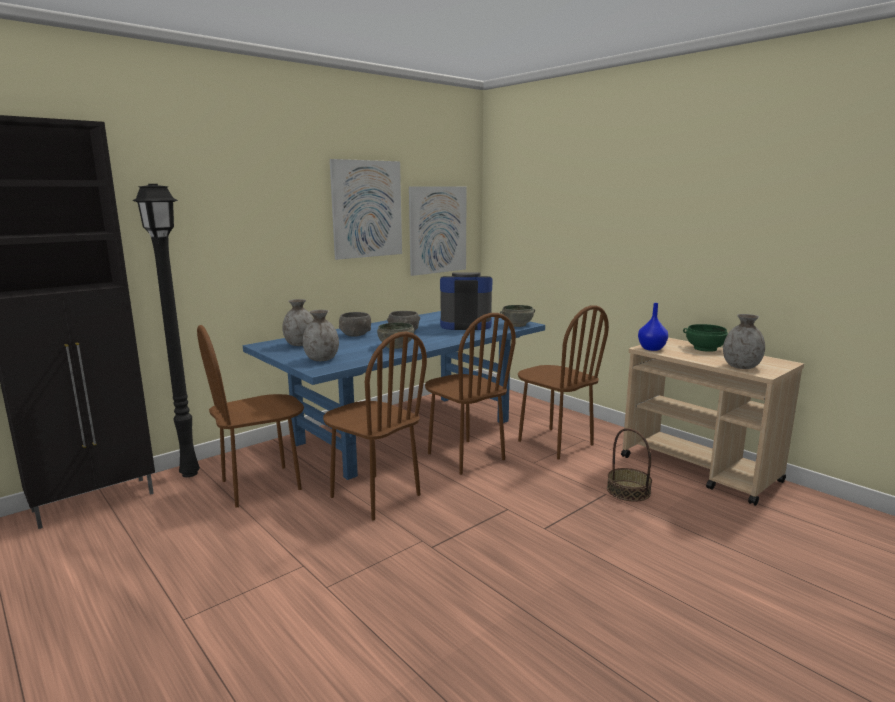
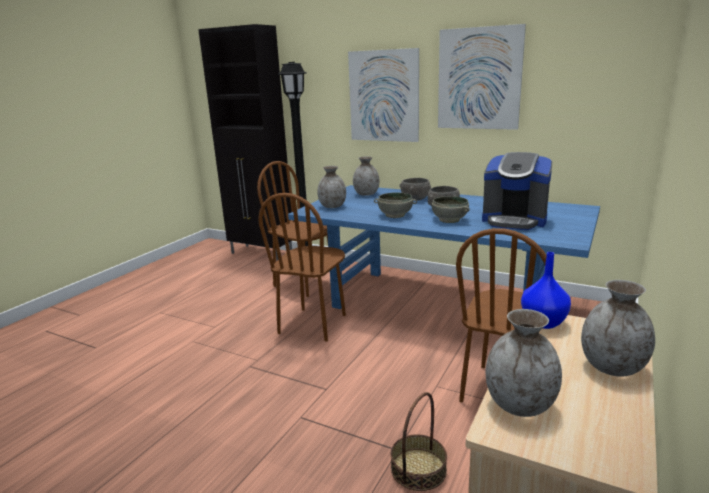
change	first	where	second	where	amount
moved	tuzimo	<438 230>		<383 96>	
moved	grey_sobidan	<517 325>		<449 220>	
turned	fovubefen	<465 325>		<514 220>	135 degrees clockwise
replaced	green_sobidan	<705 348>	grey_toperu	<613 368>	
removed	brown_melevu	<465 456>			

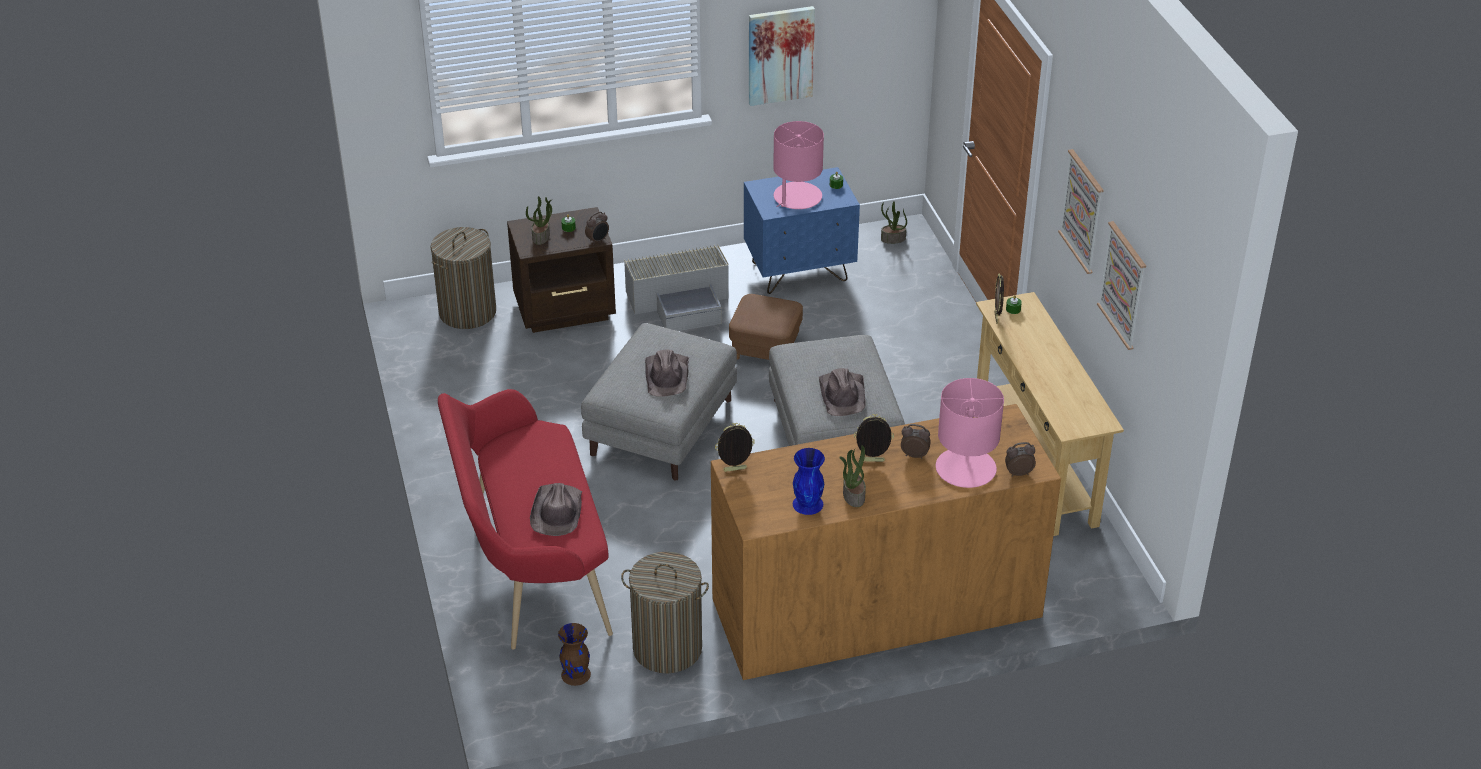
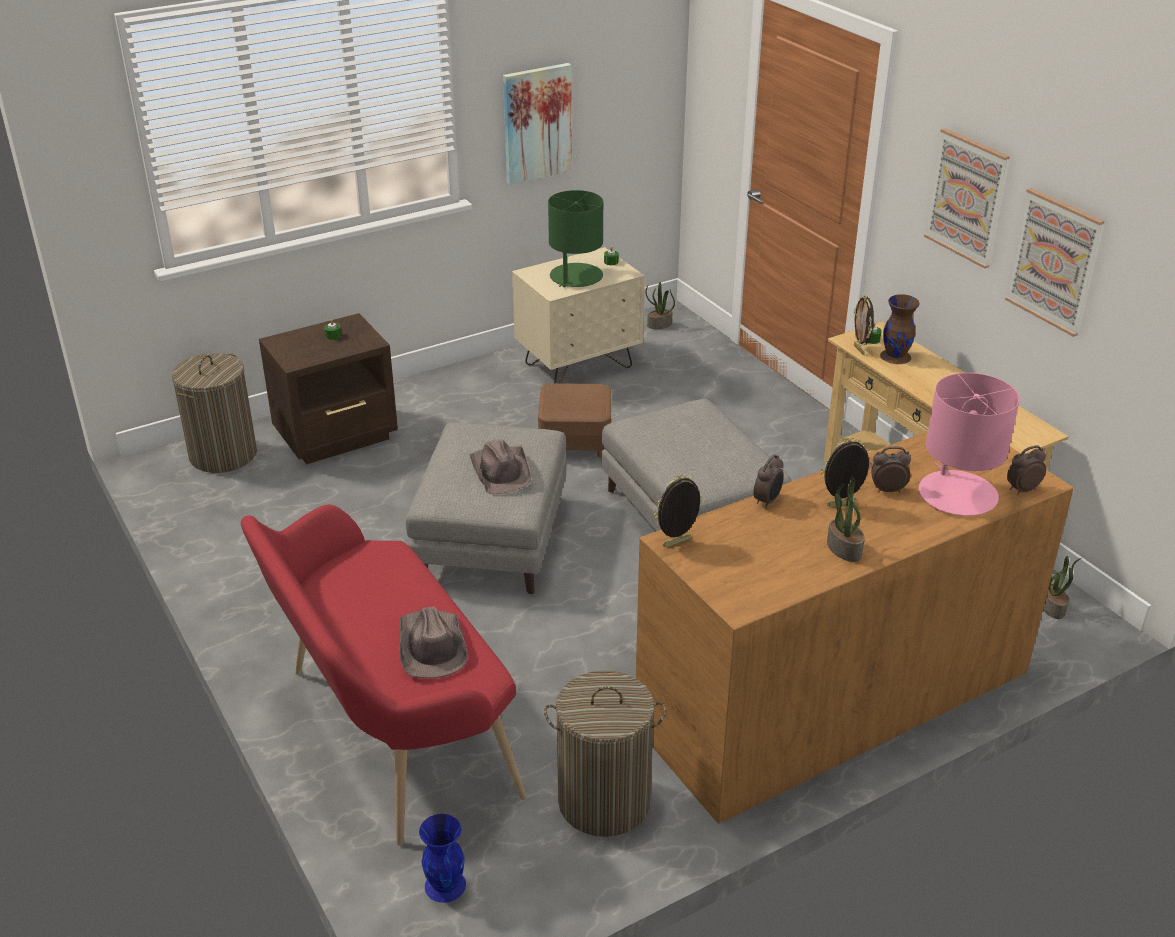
change	first	where	second	where	amount
moved	blue_toperu	<808 504>		<446 885>	
recoloured	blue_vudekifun	<799 272>	beige_vudekifun	<578 366>	
recoloured	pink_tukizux	<797 197>	green_tukizux	<575 277>	
moved	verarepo	<598 240>		<767 501>	
moved	brown_toperu	<576 674>		<896 356>	
moved	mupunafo	<541 237>		<1053 608>	
removed	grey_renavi	<682 301>			
removed	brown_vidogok	<843 394>			

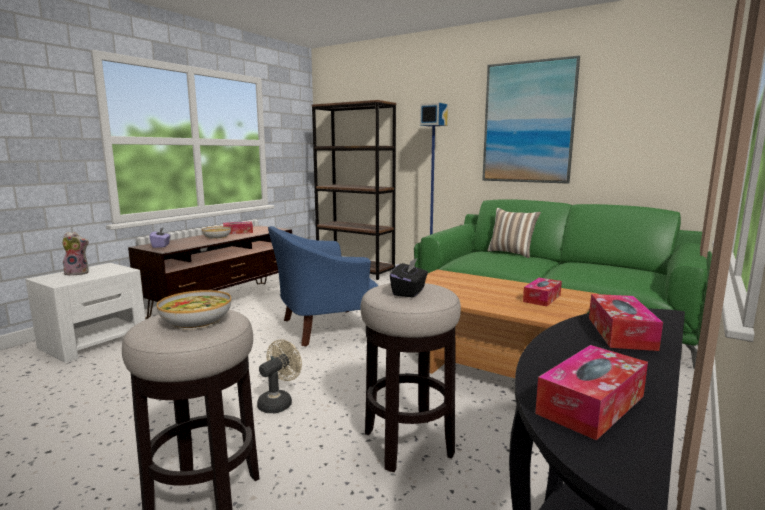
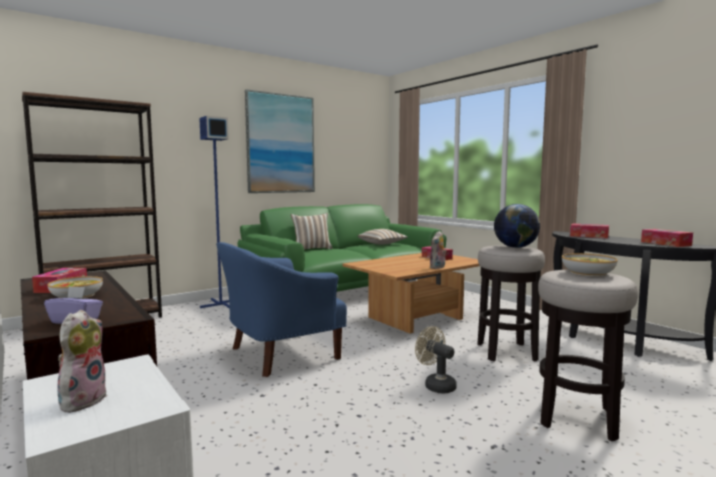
change	first	where	second	where	amount
turned	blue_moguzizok	<322 328>		<279 354>	60 degrees clockwise
added			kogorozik	<382 244>	
added			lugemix	<438 267>	
replaced	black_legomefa	<409 292>	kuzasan	<515 247>	

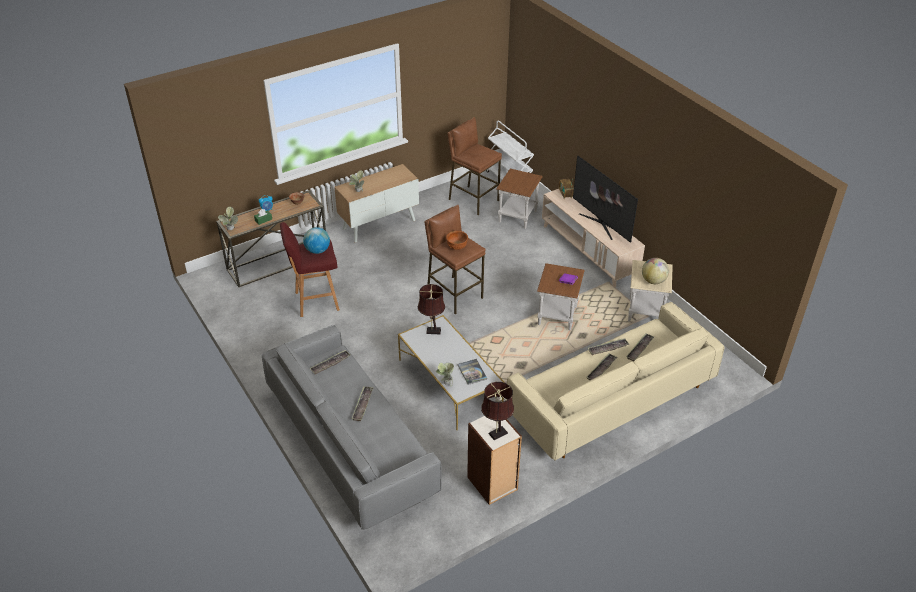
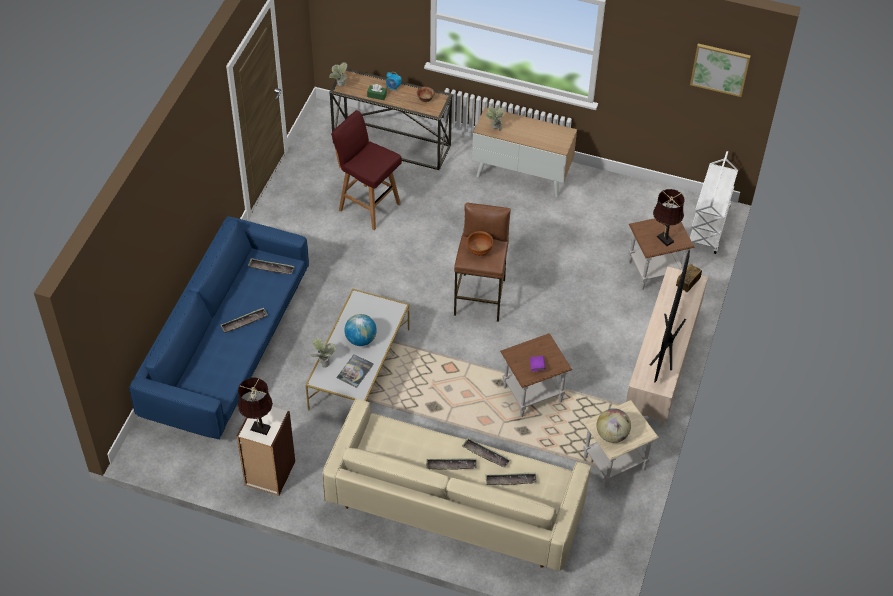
change	first	where	second	where	amount
recoloured	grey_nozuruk	<351 442>	blue_nozuruk	<228 347>	
moved	kuzasan	<317 251>		<360 339>	
moved	brown_tukizux	<432 331>		<664 238>	
added			tuzimo	<720 69>	
removed	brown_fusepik	<473 200>			

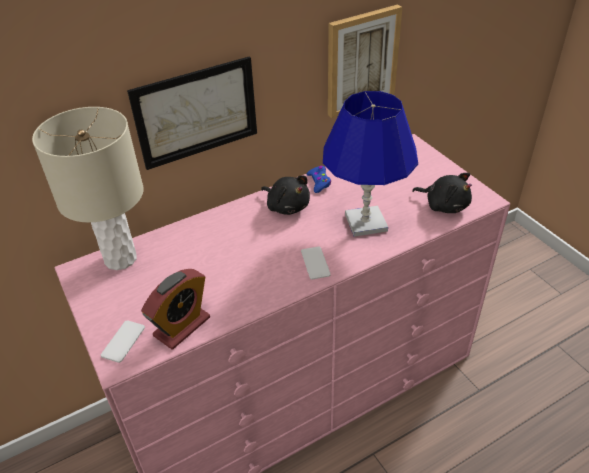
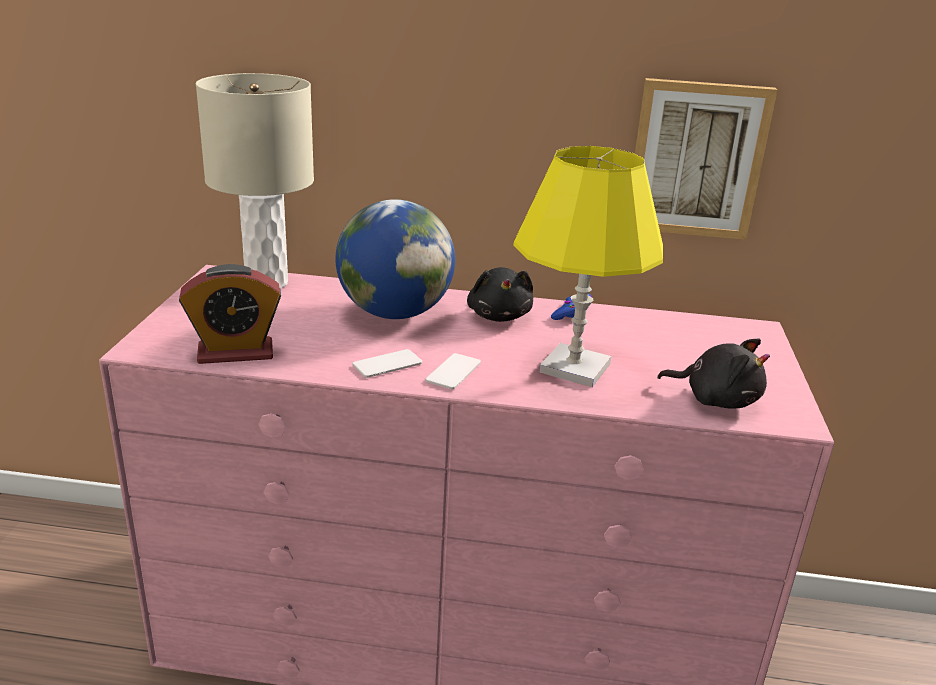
change	first	where	second	where	amount
added			kuzasan	<394 313>	
moved	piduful	<123 341>		<387 364>	
recoloured	blue_tukizux	<365 223>	yellow_tukizux	<574 368>	
turned	black_lugemix	<444 205>		<716 399>	45 degrees counterclockwise
removed	tuzimo	<196 112>			

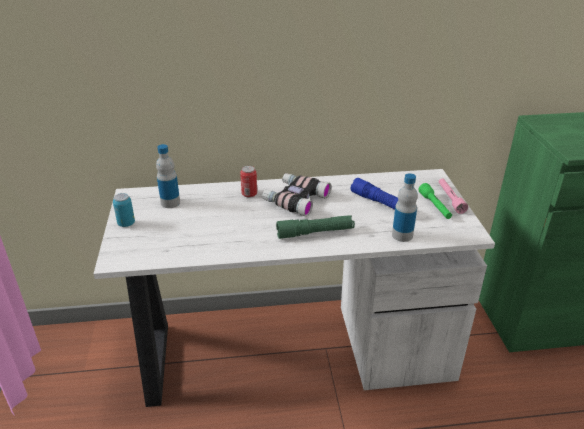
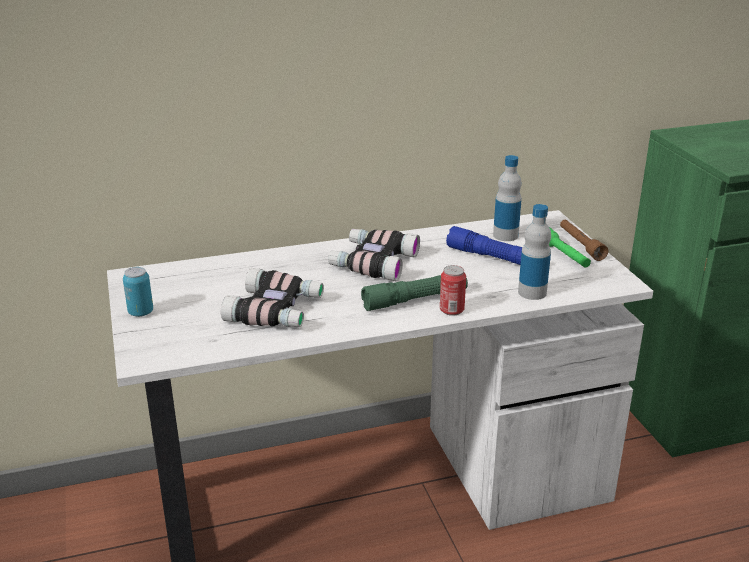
change	first	where	second	where	amount
added			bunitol	<276 310>	
moved	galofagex	<249 194>		<451 310>	
moved	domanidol	<170 203>		<505 235>	
recoloured	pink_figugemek	<450 199>	brown_figugemek	<580 245>	

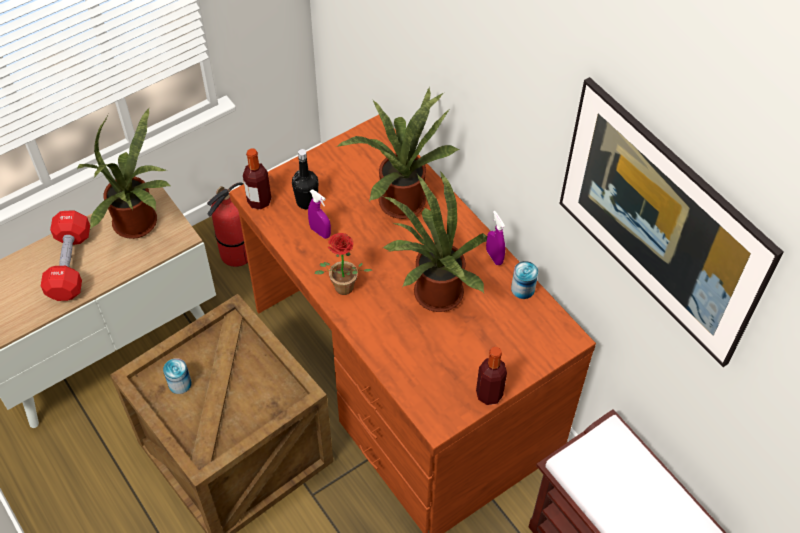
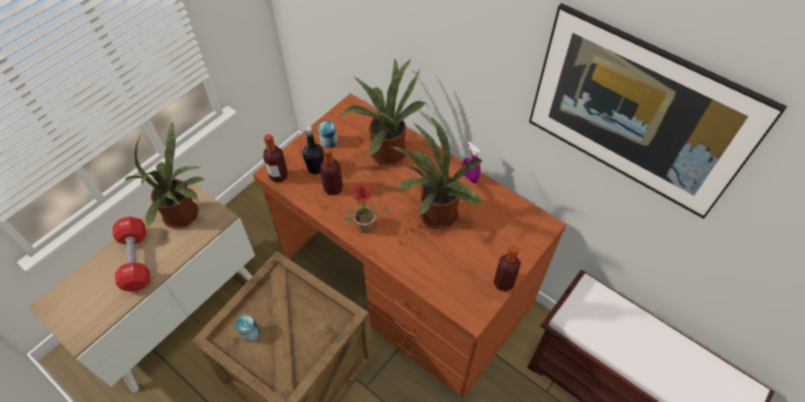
change	first	where	second	where	amount
moved	galofagex	<523 289>		<329 142>	
replaced	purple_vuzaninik	<320 232>	domanidol	<333 189>	
removed	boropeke	<237 254>			

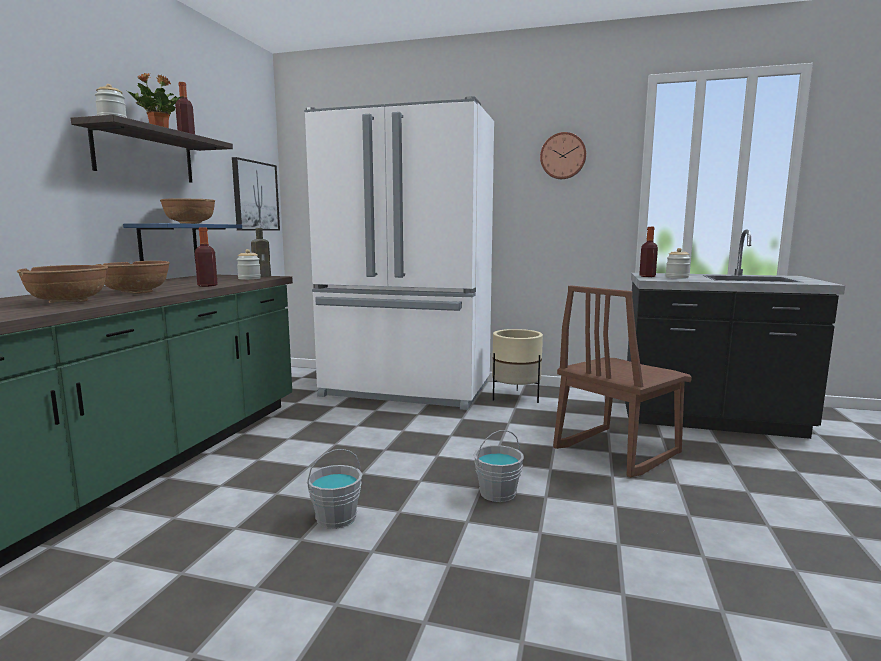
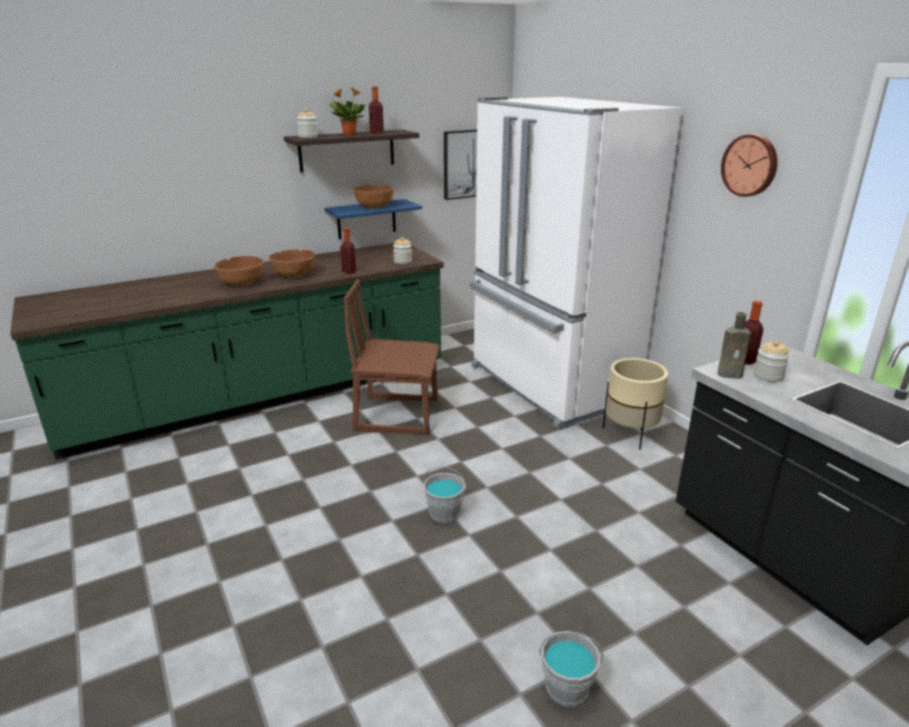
change	first	where	second	where	amount
moved	brown_melevu	<615 451>		<397 414>	
moved	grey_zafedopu	<336 517>		<567 687>	
moved	brown_domanidol	<263 276>		<731 375>	

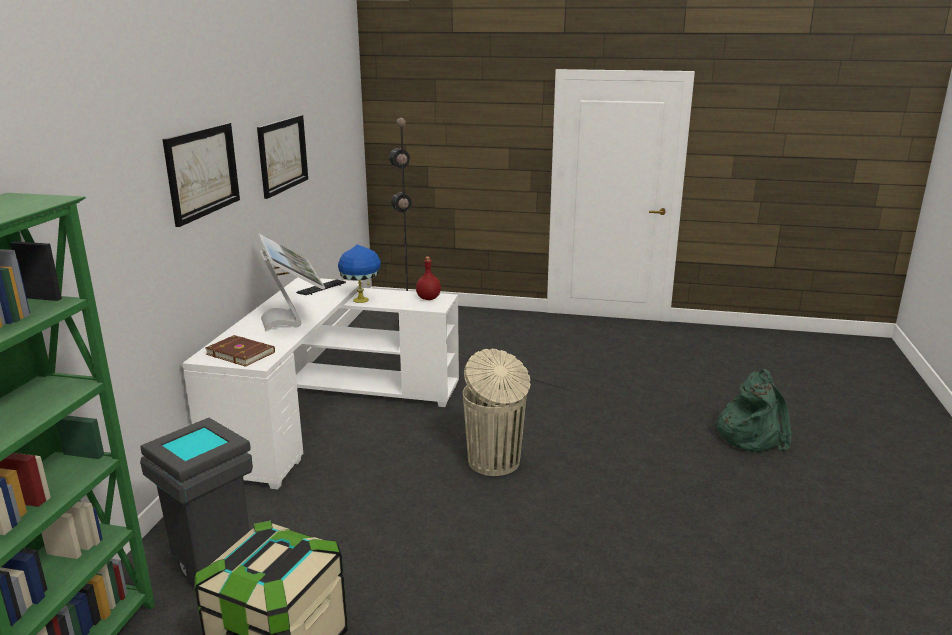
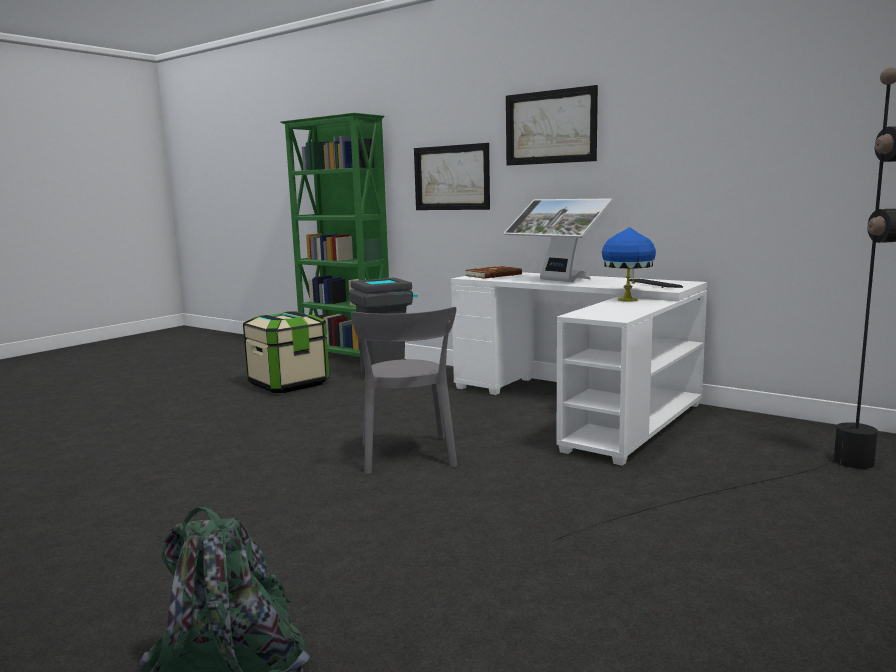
change	first	where	second	where	amount
replaced	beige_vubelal	<495 462>	grey_melevu	<407 456>	
moved	tuzimo	<282 155>		<452 178>	
turned	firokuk	<293 320>		<557 281>	45 degrees clockwise
removed	red_domanidol	<428 298>			

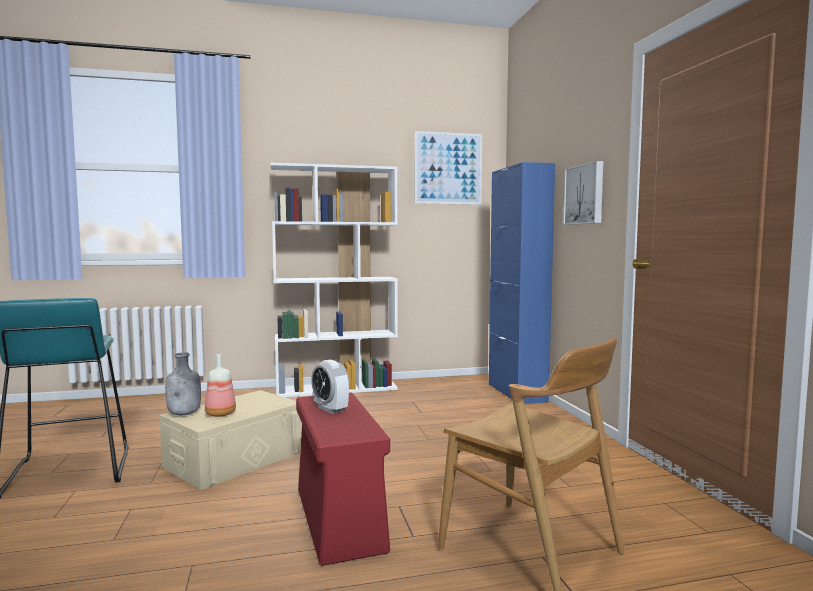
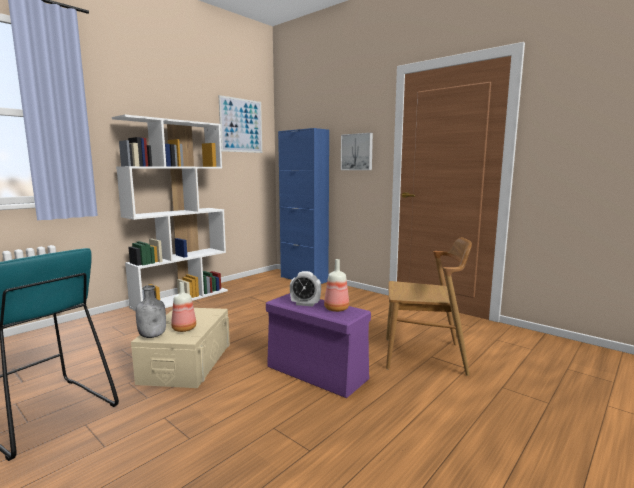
change	first	where	second	where	amount
recoloured	red_renavi	<340 519>	purple_renavi	<318 373>	
added			domanidol	<336 309>	

